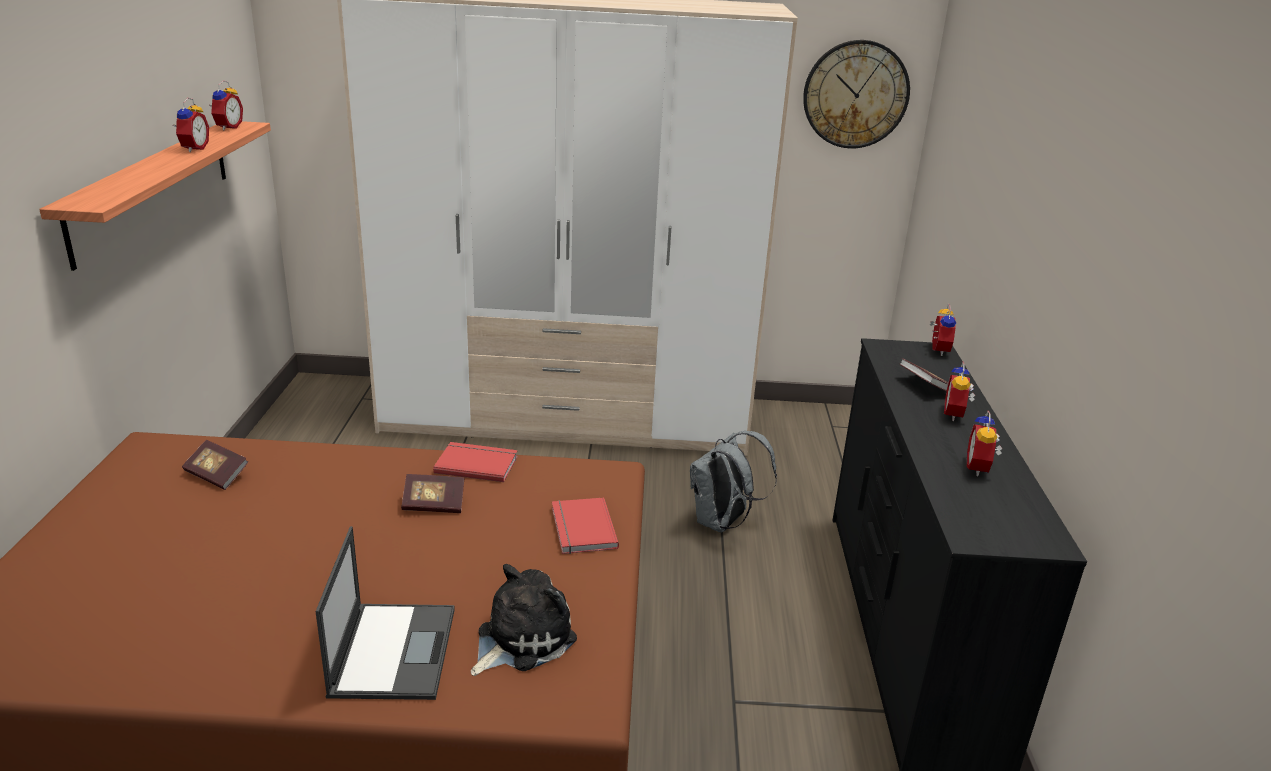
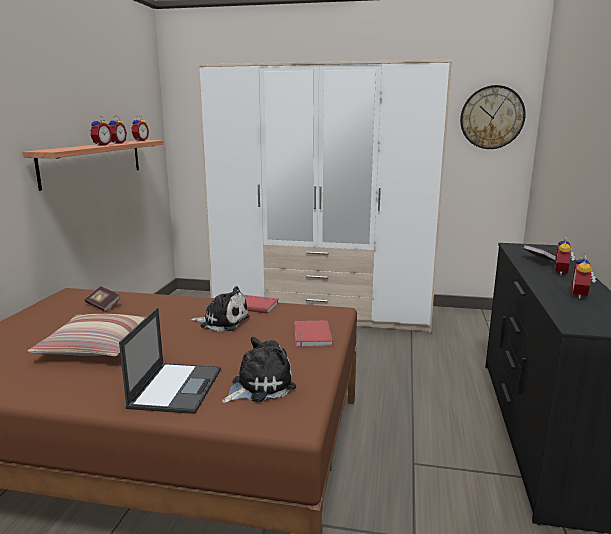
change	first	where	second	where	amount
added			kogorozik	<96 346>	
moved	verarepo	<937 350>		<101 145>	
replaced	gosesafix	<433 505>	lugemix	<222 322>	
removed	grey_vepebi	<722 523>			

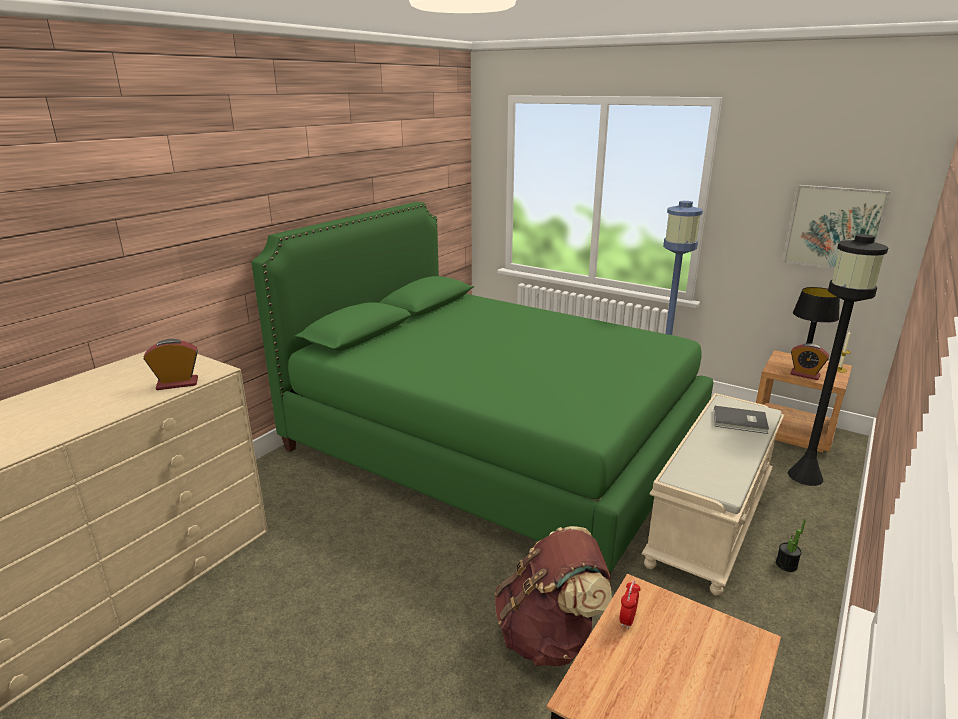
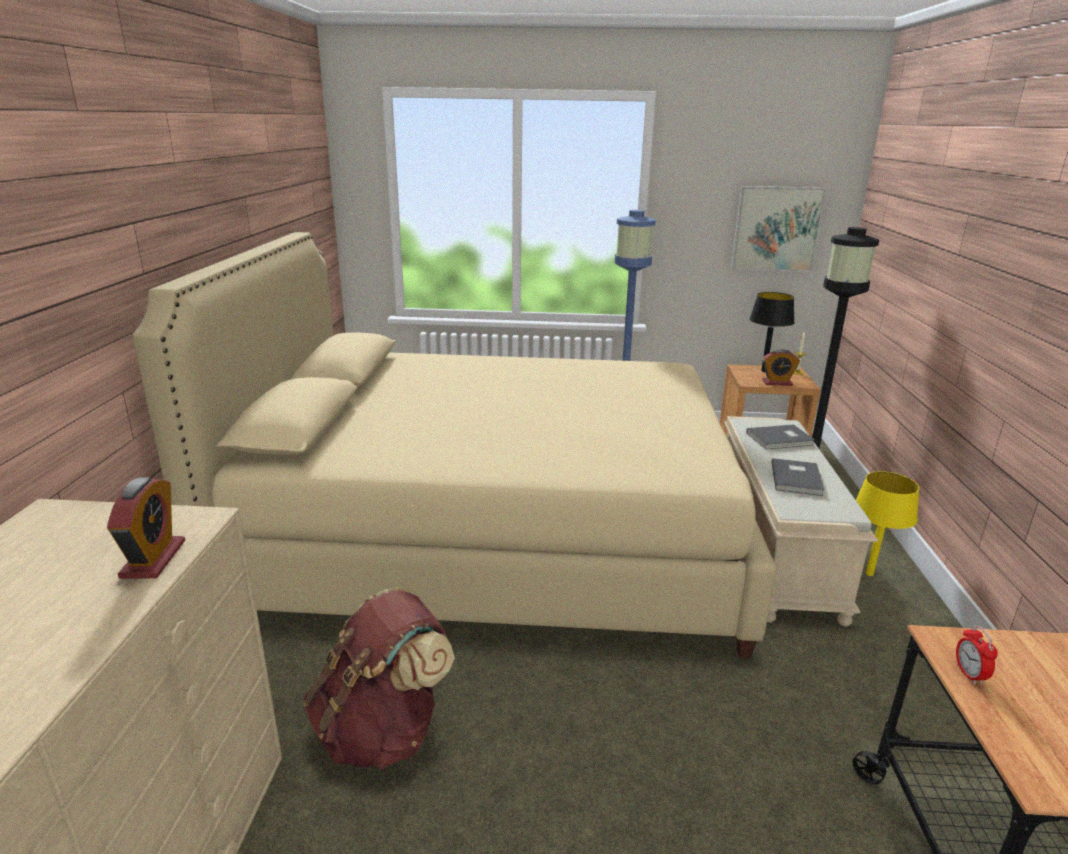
change	first	where	second	where	amount
turned	verarepo	<177 384>		<153 559>	135 degrees clockwise
recoloured	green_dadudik	<494 445>	beige_dadudik	<494 537>	
moved	brown_vepebi	<549 636>		<383 731>	
added			grey_gosesafix	<797 478>	
replaced	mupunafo	<786 565>	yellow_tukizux	<869 574>	

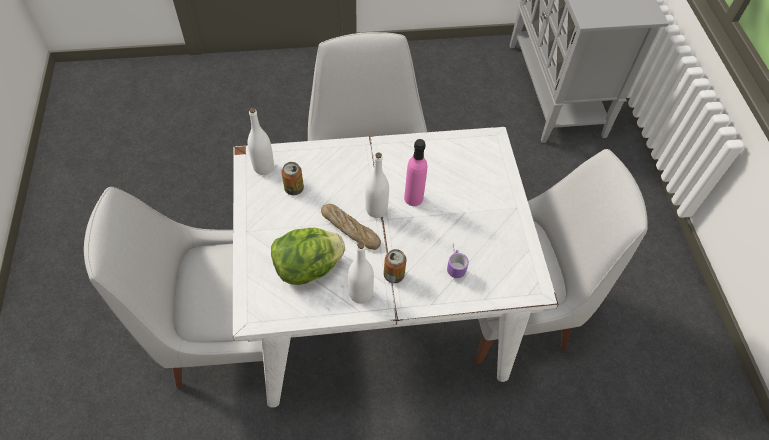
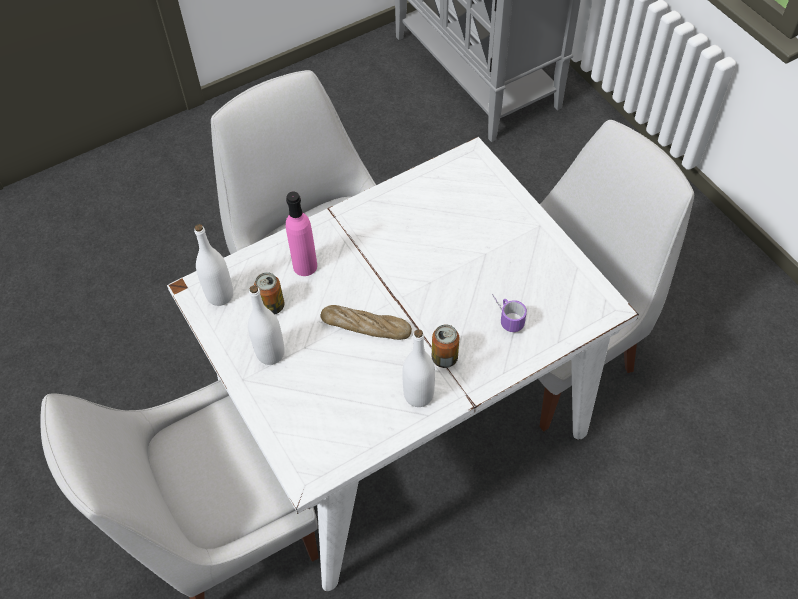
change	first	where	second	where	amount
moved	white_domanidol	<376 210>		<270 353>	
moved	pink_domanidol	<413 198>		<305 266>	
removed	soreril	<307 267>			

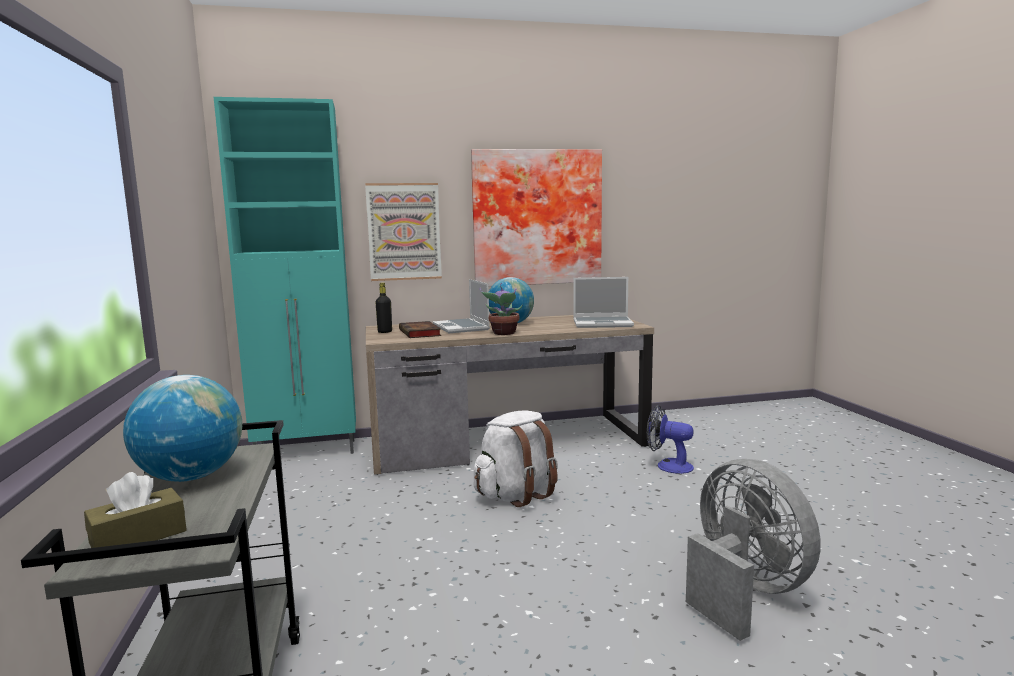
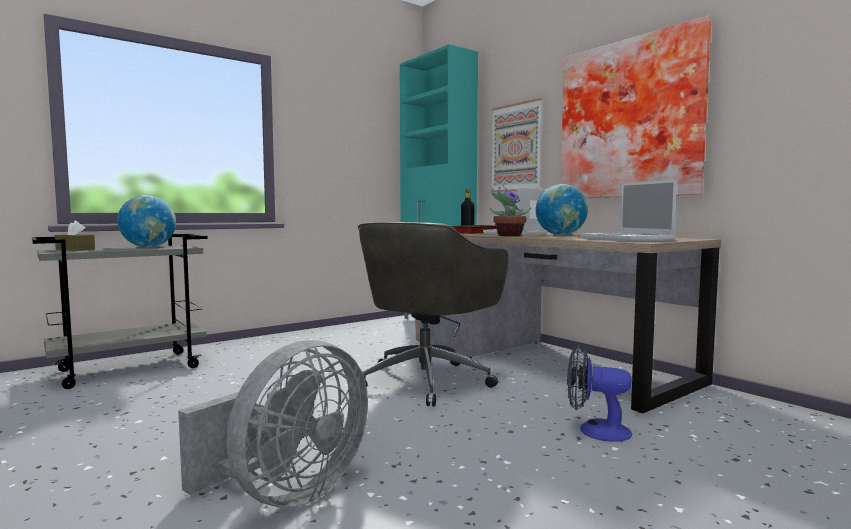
change	first	where	second	where	amount
replaced	white_vepebi	<517 495>	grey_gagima	<427 380>	
turned	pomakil	<668 465>		<595 430>	75 degrees counterclockwise

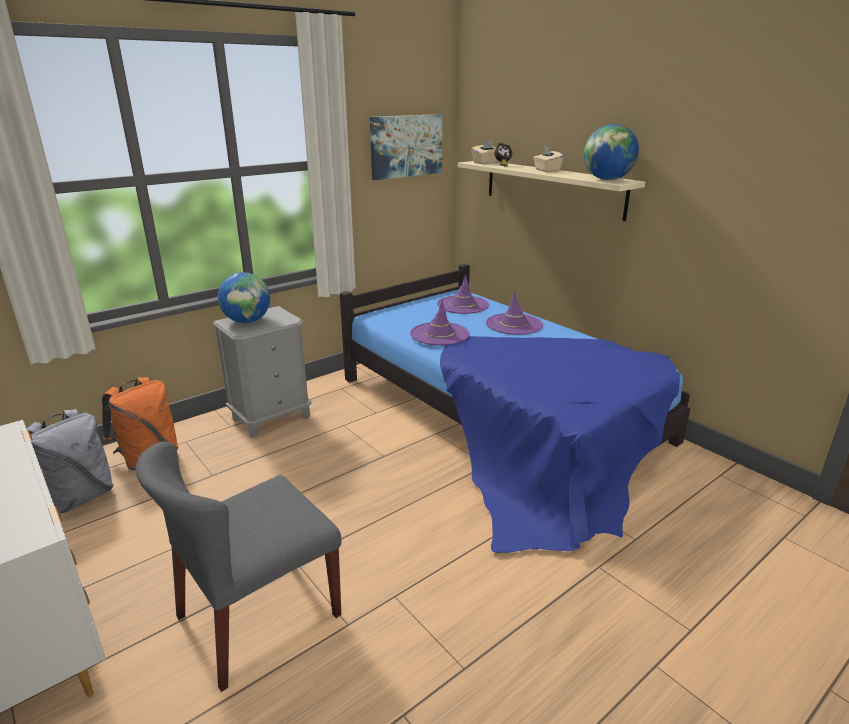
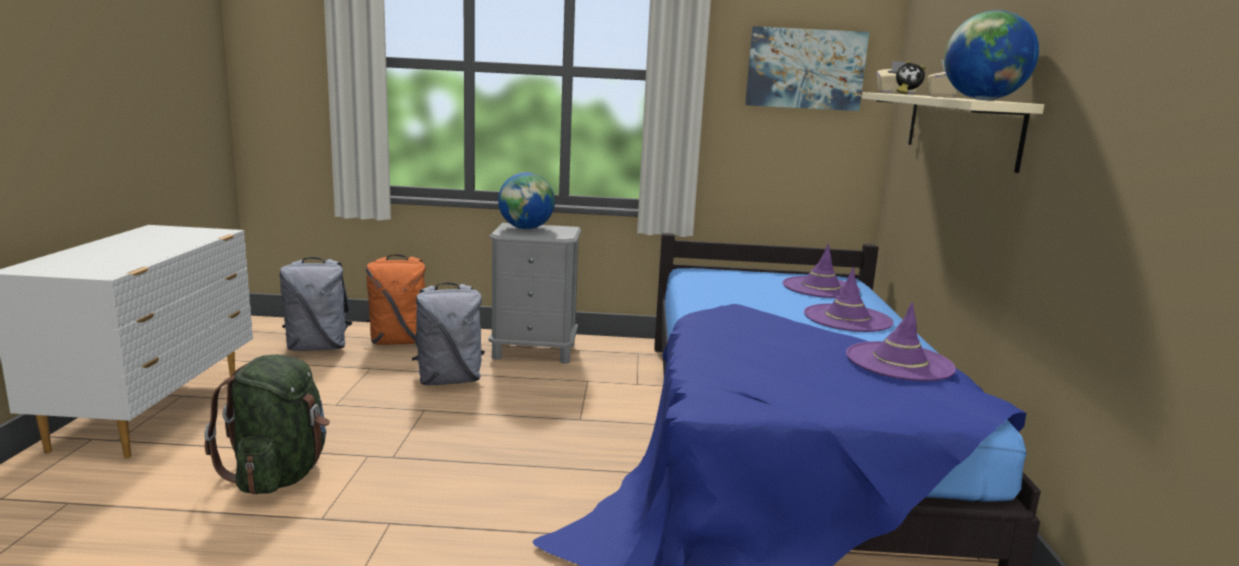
change	first	where	second	where	amount
replaced	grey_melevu	<258 617>	green_vepebi	<279 474>	
added			grey_vepebi	<449 380>	
moved	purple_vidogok	<439 334>		<899 362>	

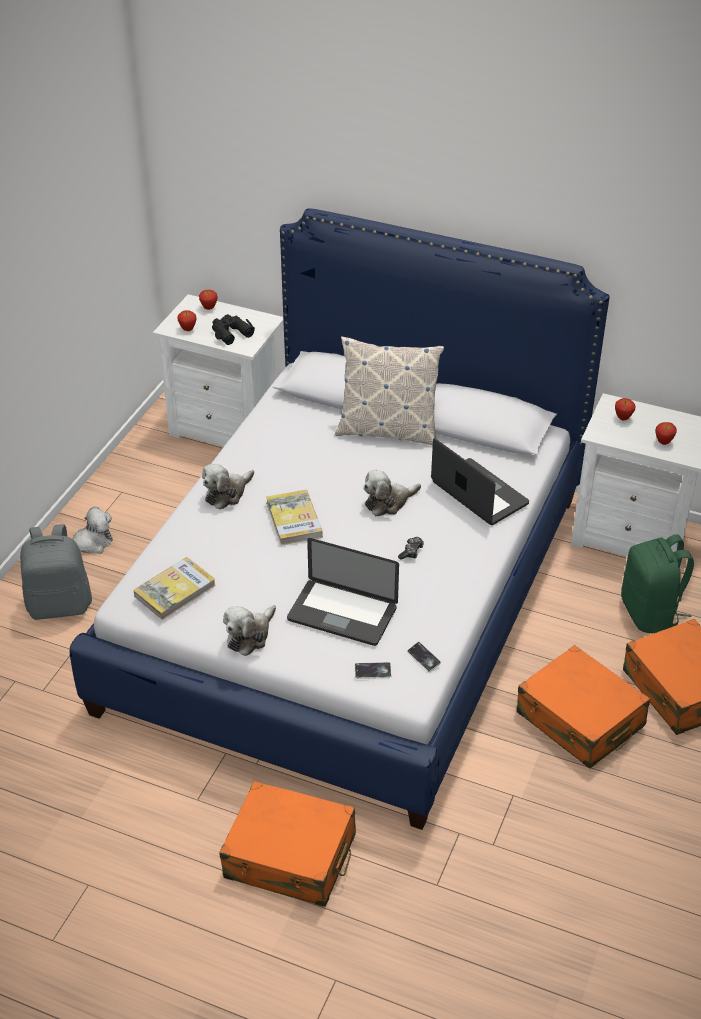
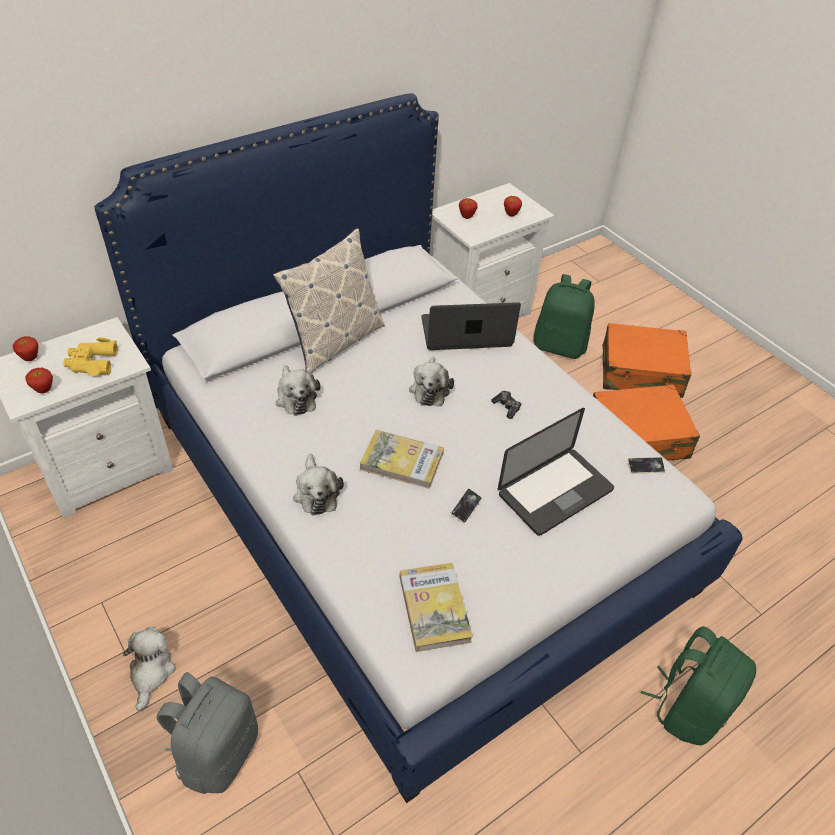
change	first	where	second	where	amount
recoloured	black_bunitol	<230 332>	yellow_bunitol	<92 363>	
moved	lugemix	<250 635>		<295 397>	
moved	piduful	<372 672>		<466 507>	
replaced	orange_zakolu	<290 856>	green_vepebi	<687 707>	

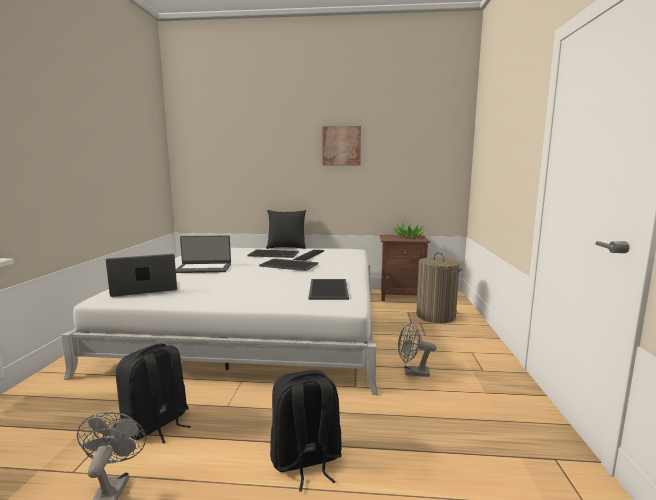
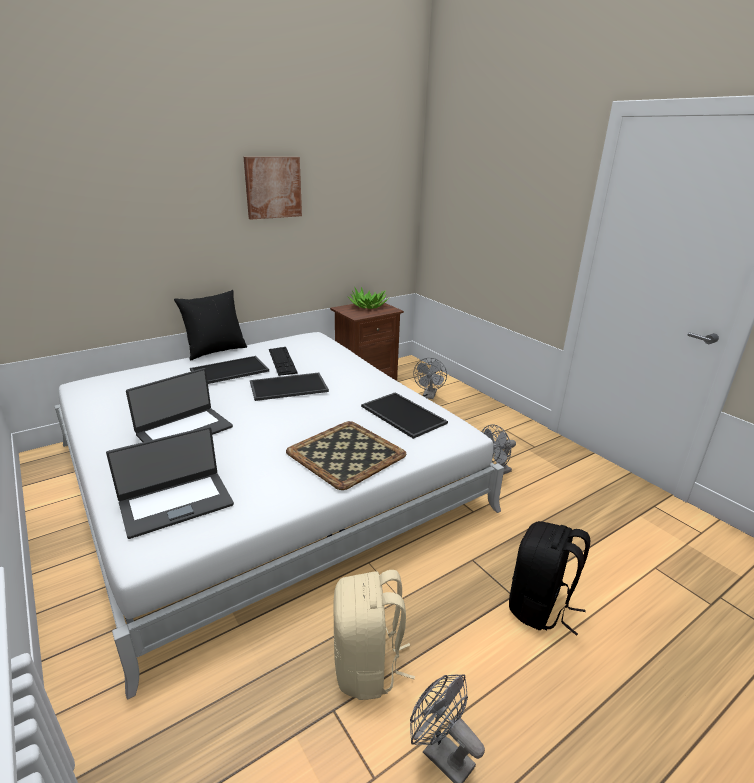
change	first	where	second	where	amount
turned	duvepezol	<145 289>		<176 503>	150 degrees counterclockwise
added			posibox	<347 454>	
recoloured	black_vepebi	<156 425>	beige_vepebi	<368 666>	
replaced	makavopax	<436 316>	grey_pomakil	<429 396>	

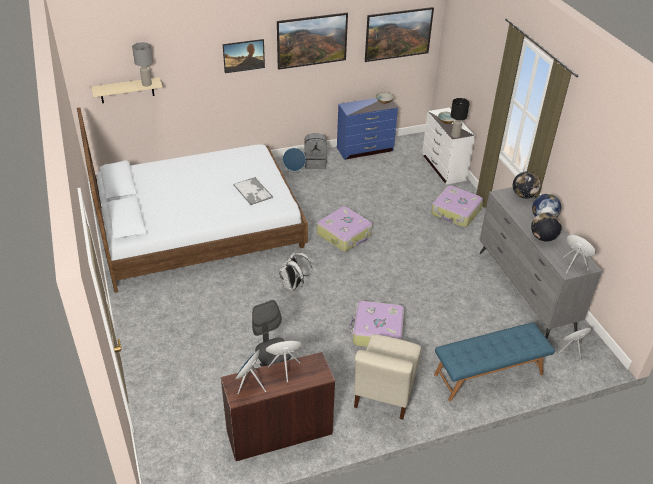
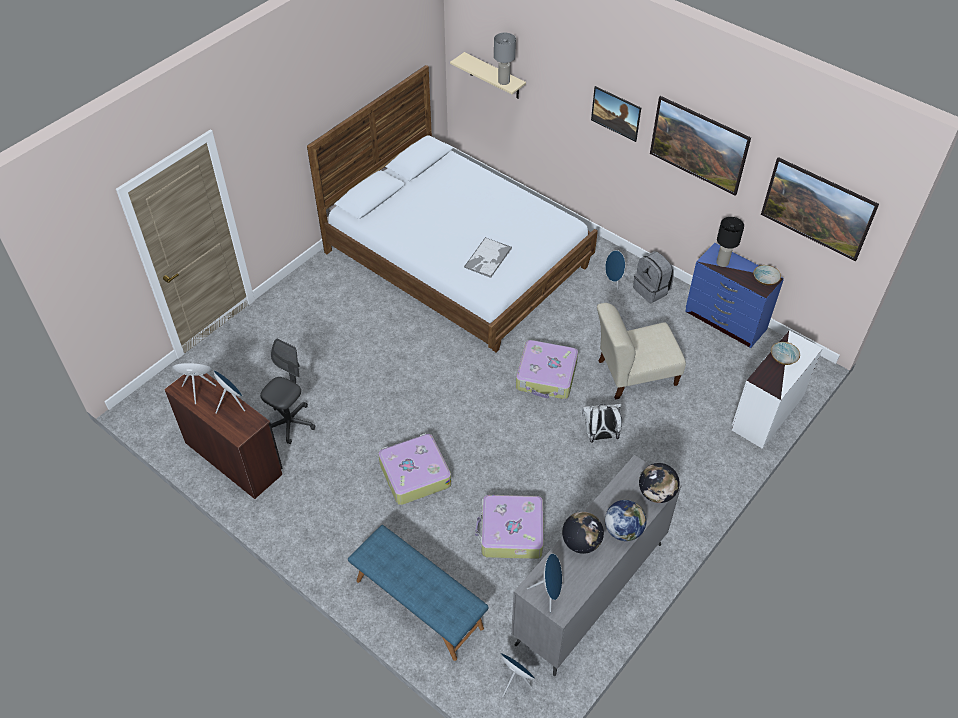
change	first	where	second	where	amount
moved	zakolu	<456 212>		<511 532>	
moved	white_vepebi	<293 286>		<600 436>	
moved	beige_melevu	<384 391>		<634 374>	
moved	black_tukizux	<455 135>		<722 262>	

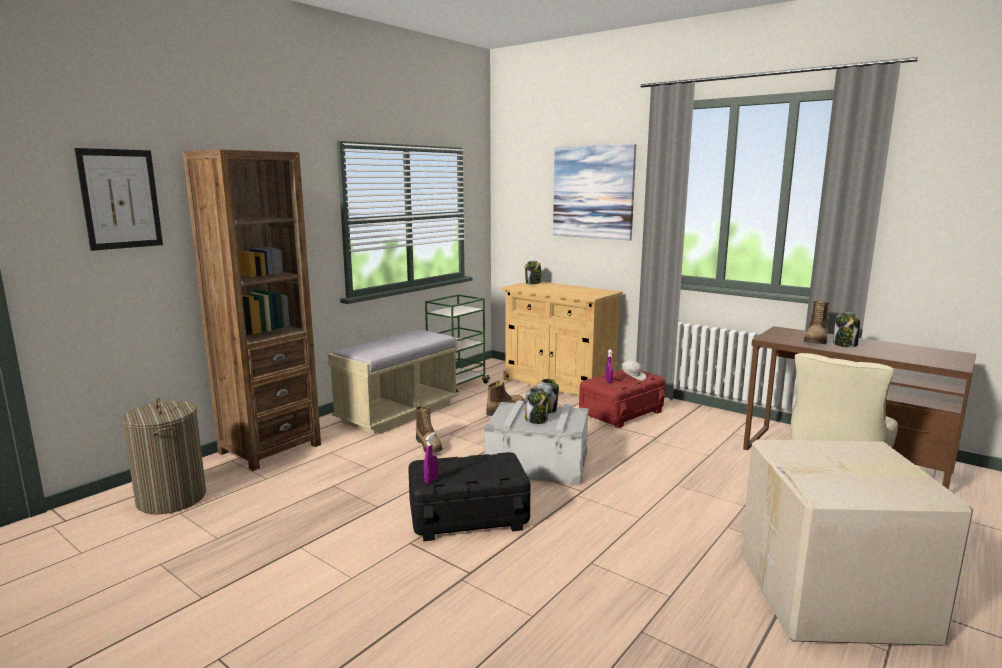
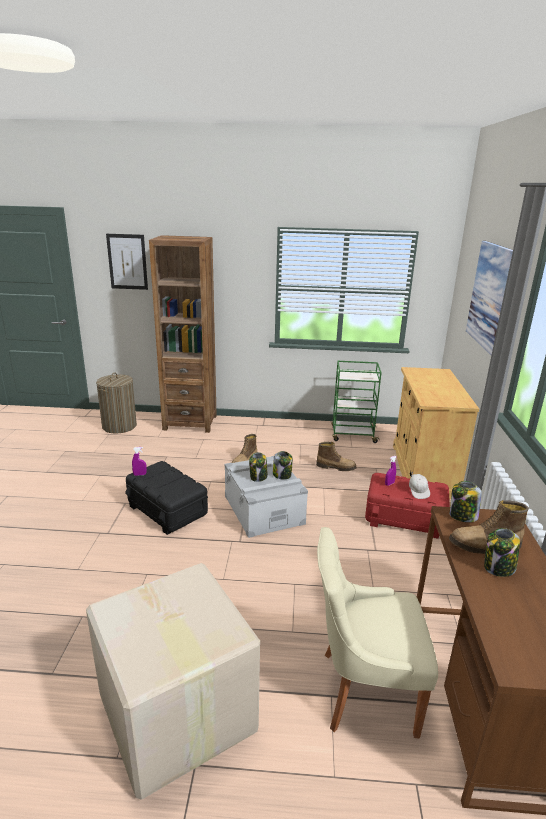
change	first	where	second	where	amount
moved	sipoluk	<533 283>		<462 516>	
removed	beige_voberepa	<398 412>			

